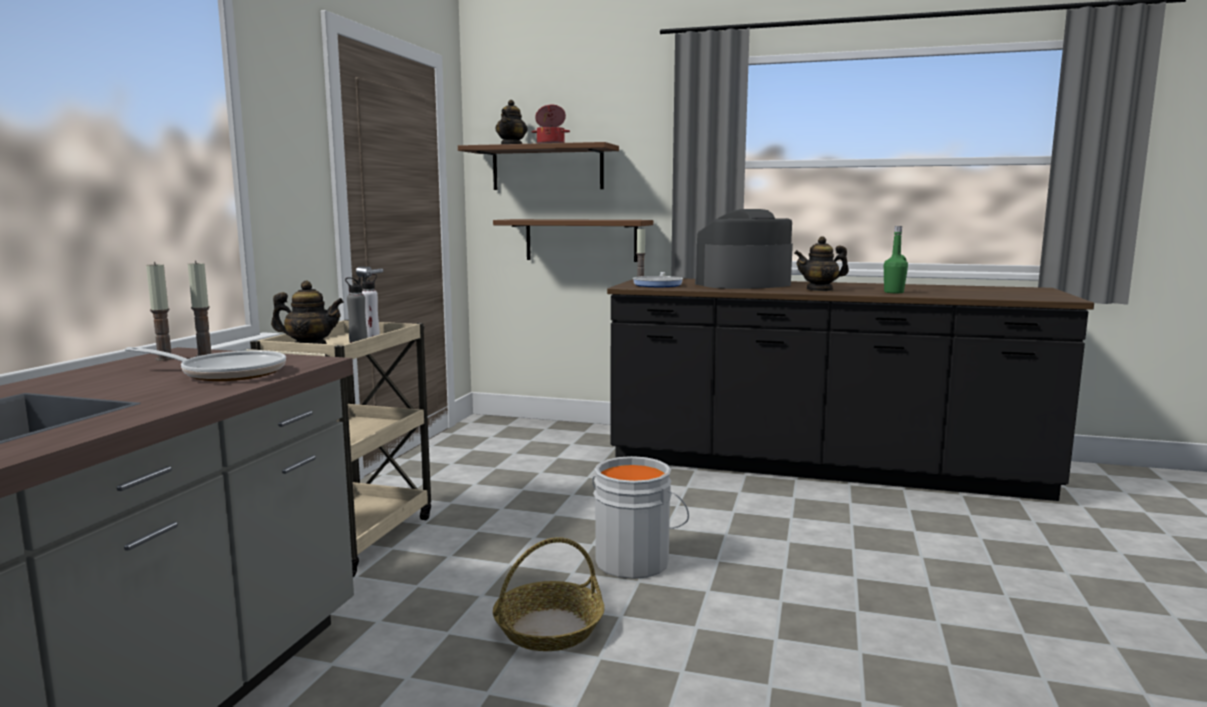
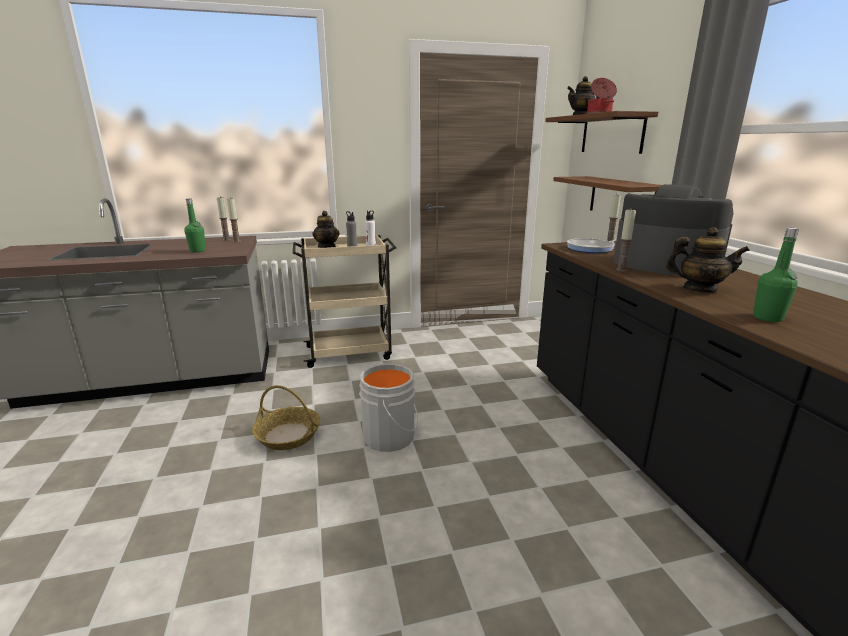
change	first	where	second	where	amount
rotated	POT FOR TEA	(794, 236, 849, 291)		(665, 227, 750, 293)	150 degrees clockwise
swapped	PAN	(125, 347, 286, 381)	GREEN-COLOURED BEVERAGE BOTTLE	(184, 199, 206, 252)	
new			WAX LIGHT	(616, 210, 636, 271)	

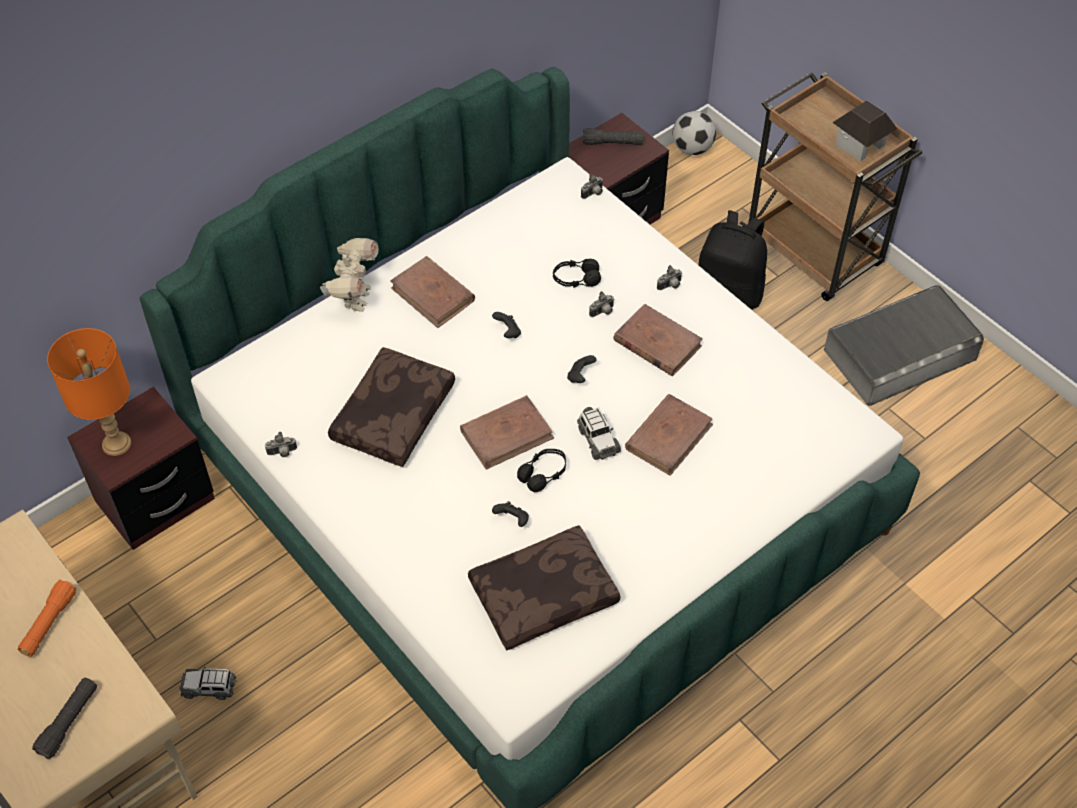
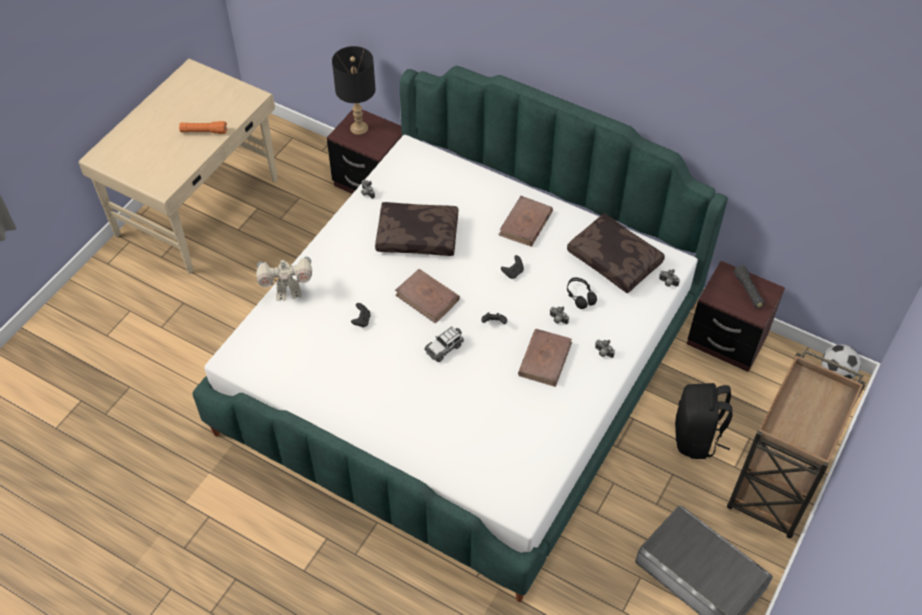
change	first	where	second	where	amount
gone	MODEL HOUSE	(833, 101, 897, 162)			
shifted	MODEL ROBOT	(320, 238, 379, 312)		(256, 257, 312, 301)	
repainted	ORANGE TABLETOP LAMP	(47, 328, 132, 456)	BLACK TABLETOP LAMP	(332, 46, 376, 135)	
gone	BROWN-COLOURED BOOK	(625, 394, 713, 476)			
gone	BLACK HEADPHONES	(517, 449, 566, 492)			
shifted	BROWN-COLOURED THROW PILLOW	(468, 525, 621, 650)		(567, 213, 665, 293)	
gone	MINIATURE CAR	(179, 667, 237, 700)			
gone	BLACK HAND TORCH	(32, 678, 97, 759)			

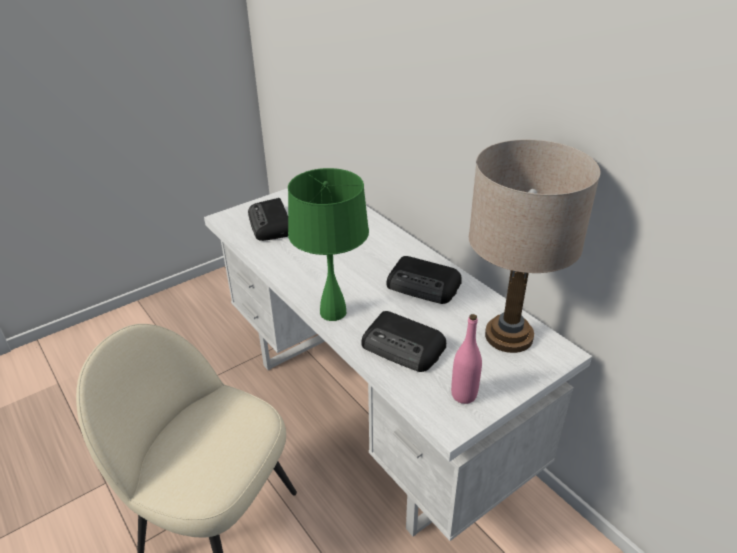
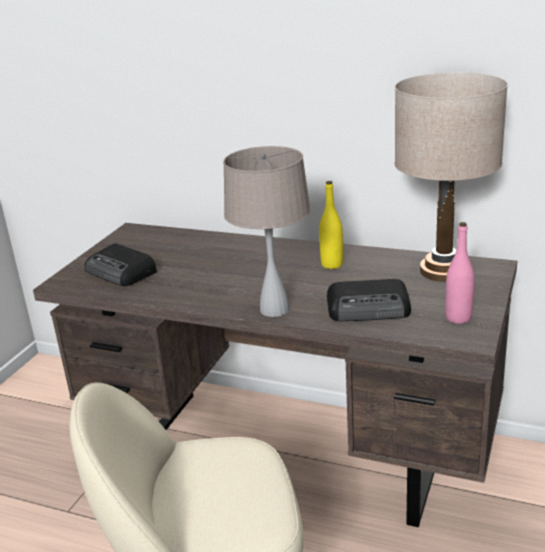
change	first	where	second	where	amount
repainted	GREEN-COLOURED TABLETOP LAMP	(288, 168, 369, 321)	BEIGE-COLOURED TABLETOP LAMP	(223, 146, 310, 317)	
repainted	WHITE DESK UNIT	(204, 188, 592, 541)	BROWN-COLOURED DESK UNIT	(33, 223, 517, 527)	
swapped	RADIO RECEIVER	(386, 256, 462, 304)	YELLOW BEVERAGE BOTTLE	(319, 181, 343, 269)	

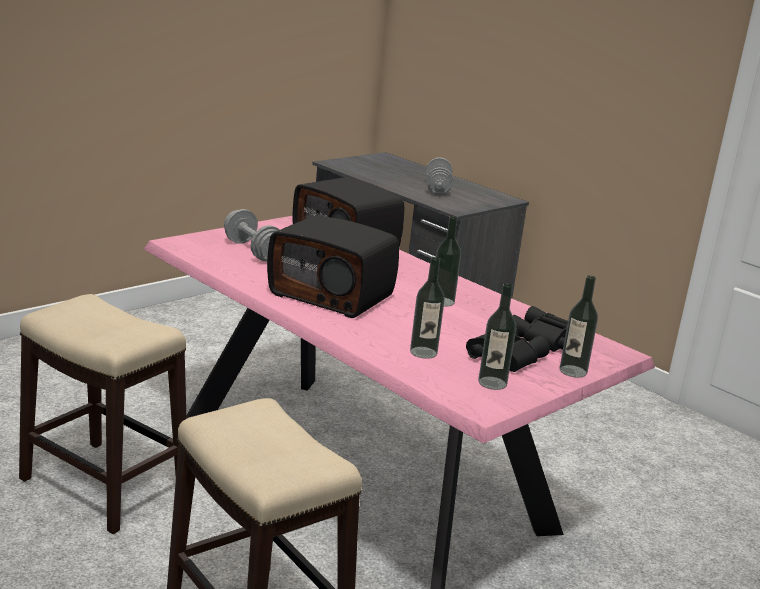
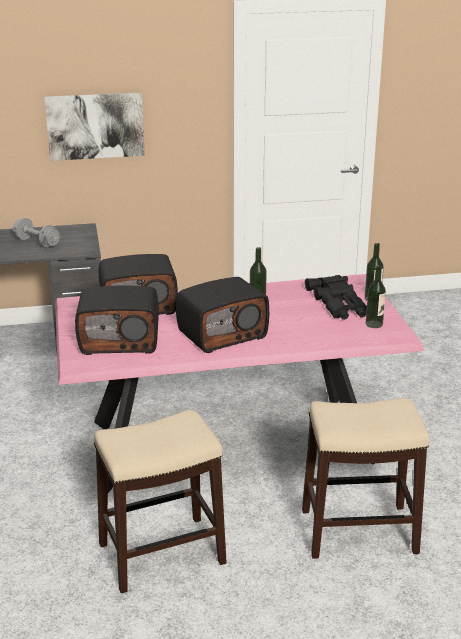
change	first	where	second	where	amount
swapped	GRAY DUMBBELL	(224, 209, 279, 261)	RADIO RECEIVER	(75, 286, 159, 355)	
gone	BEVERAGE BOTTLE	(410, 257, 445, 359)			
new			PICTURE	(44, 92, 145, 161)	

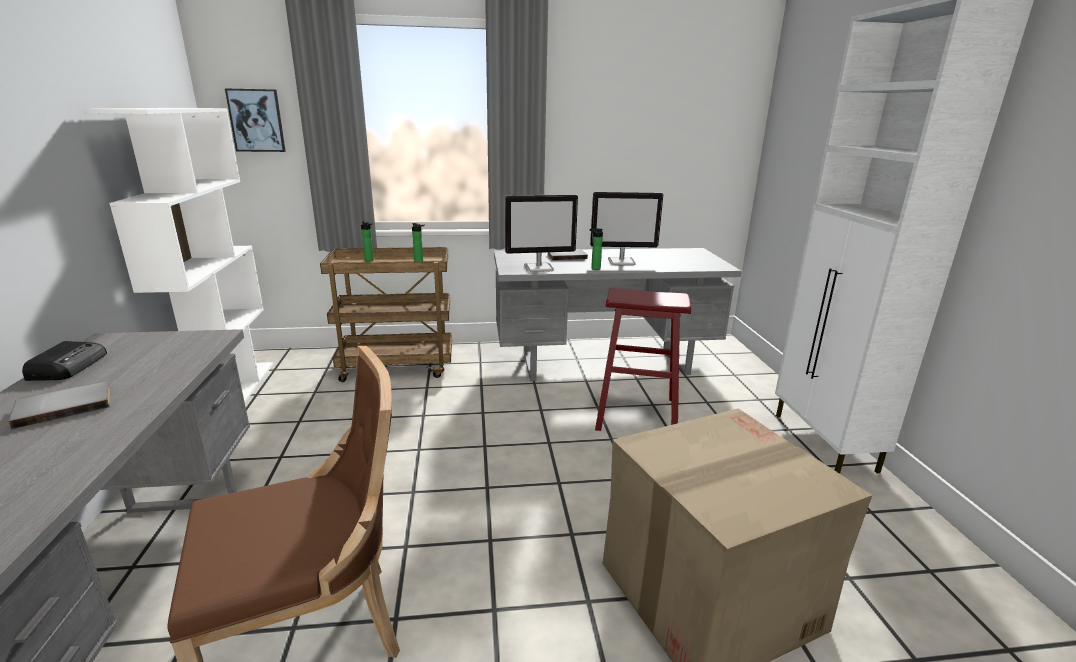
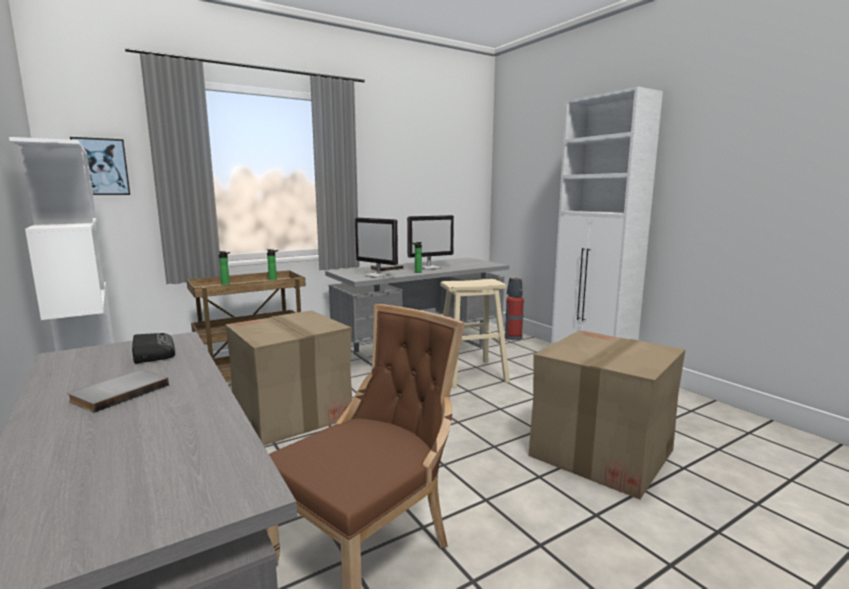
change	first	where	second	where	amount
rotated	COMPUTER DISPLAY	(505, 194, 578, 272)		(355, 218, 398, 278)	75 degrees clockwise
repainted	RED SITTING STOOL	(595, 288, 691, 431)	BEIGE-COLOURED SITTING STOOL	(440, 279, 510, 388)	
shifted	RADIO RECEIVER	(22, 341, 107, 381)		(132, 333, 175, 364)	
new			FIRE EXTINGUISHER	(505, 277, 524, 340)	
new			CARDBOARD BOX	(225, 310, 352, 446)	

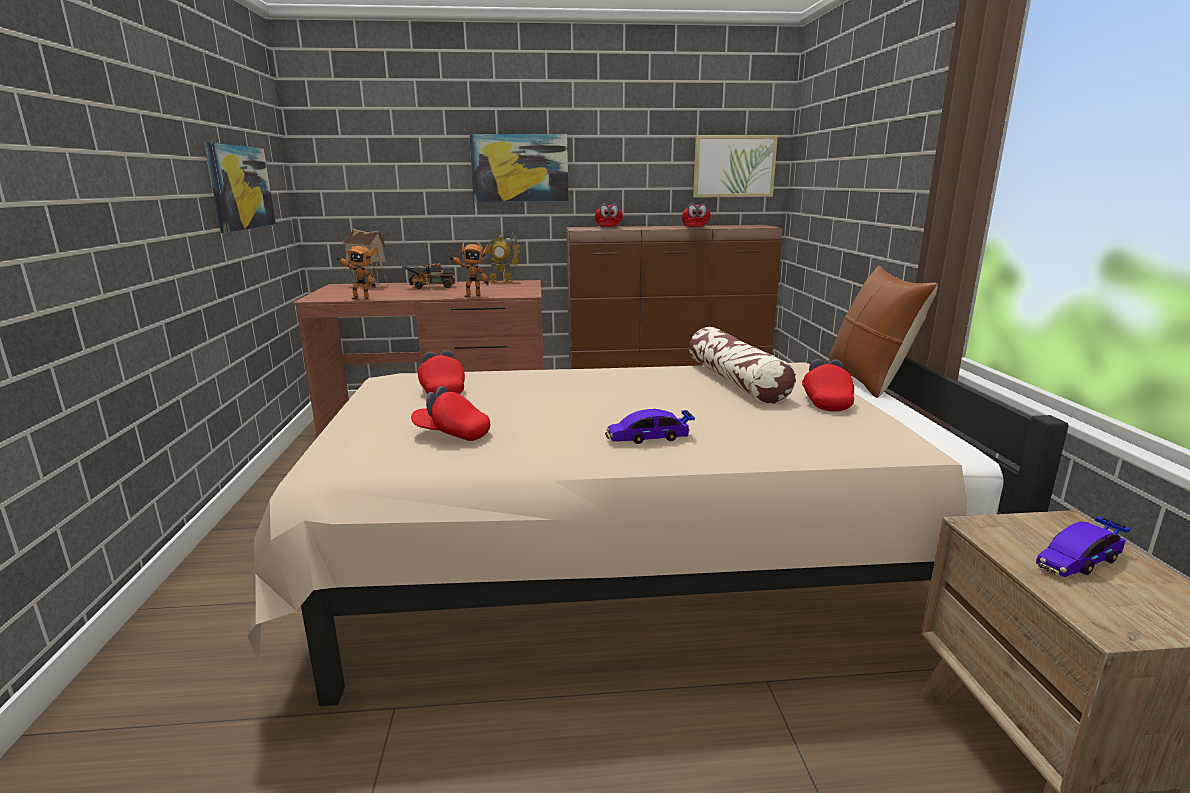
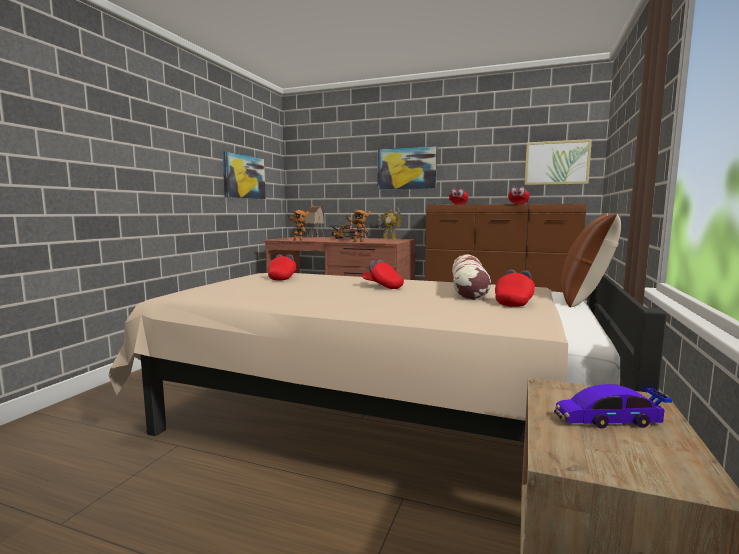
change	first	where	second	where	amount
shifted	RED PEAKED CAP	(411, 386, 490, 441)		(362, 260, 404, 289)	
gone	MINIATURE CAR	(605, 409, 695, 444)			

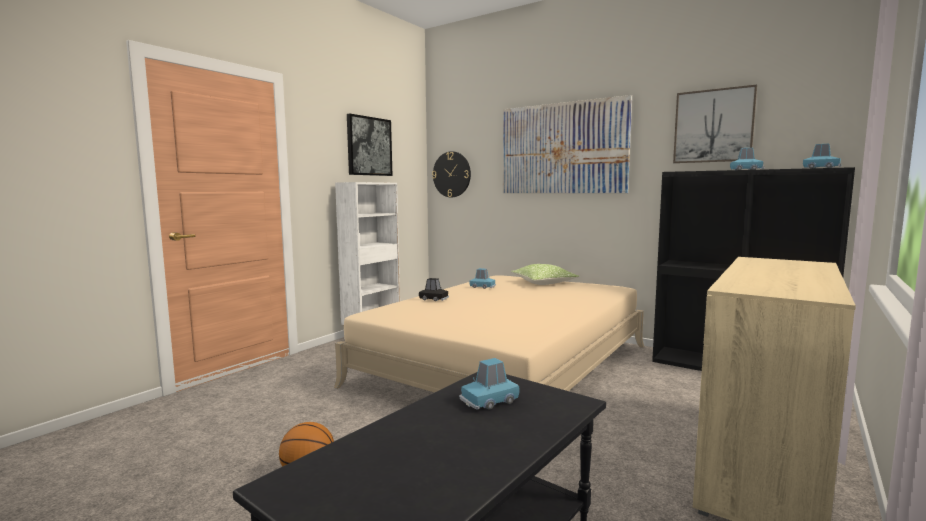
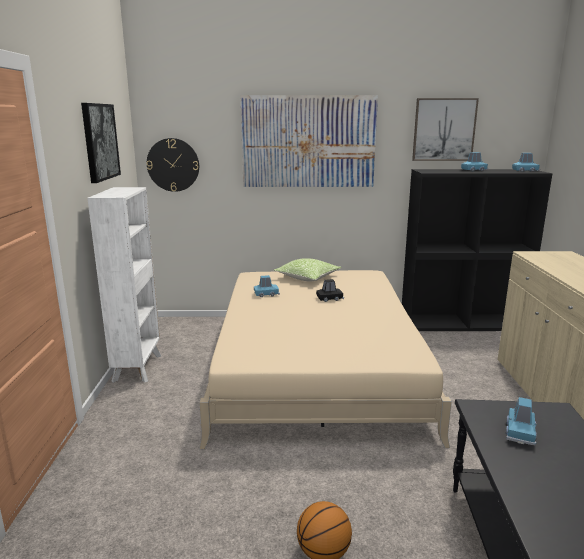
change	first	where	second	where	amount
shifted	BLACK MINIATURE CAR	(419, 278, 449, 301)		(316, 279, 344, 302)	

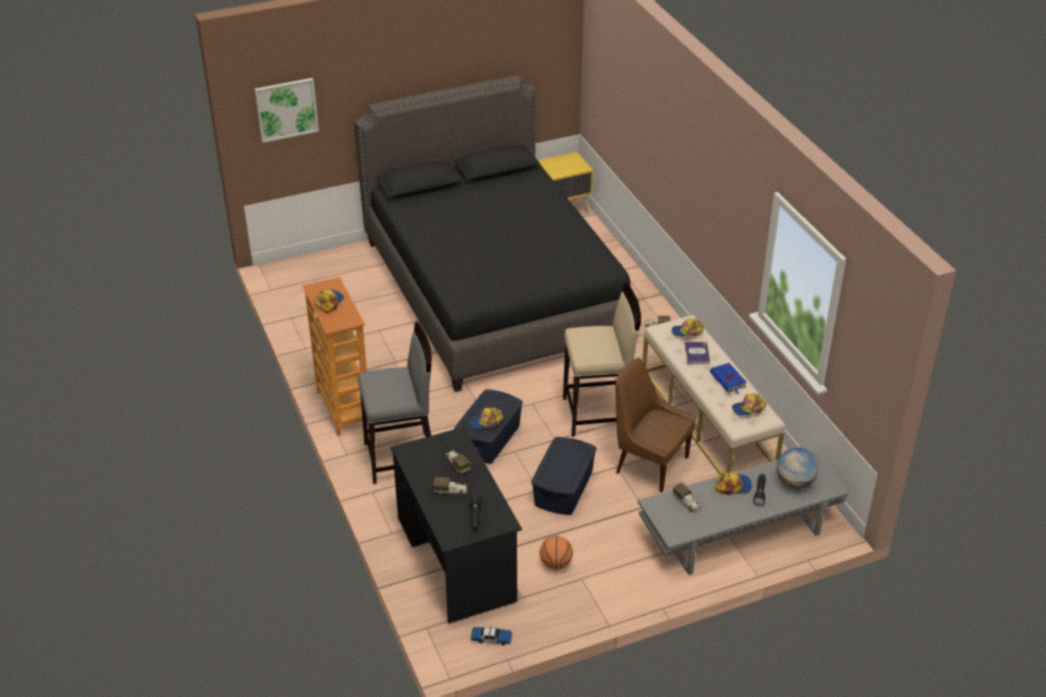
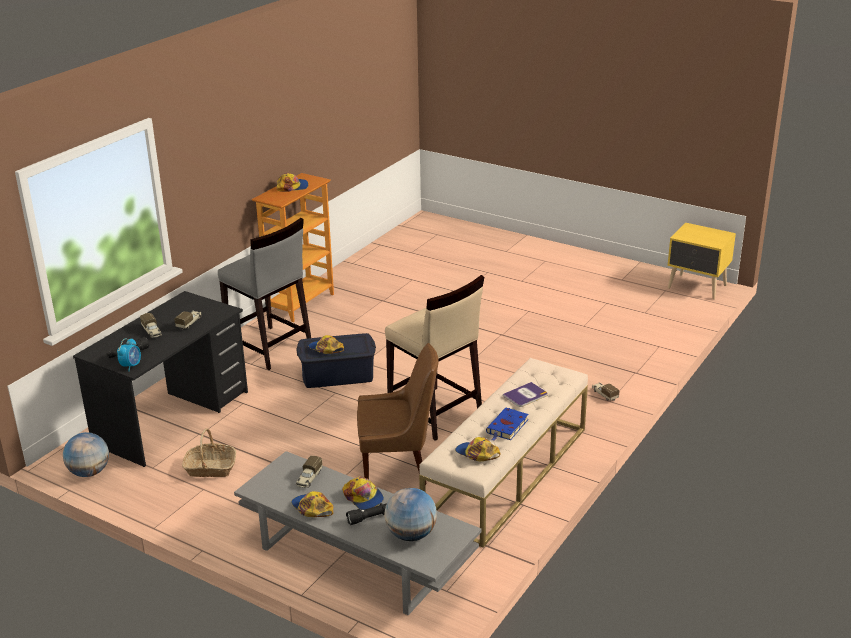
change	first	where	second	where	amount
gone	BLACK BEDROOM BED	(354, 75, 639, 392)			
gone	PICTURE	(255, 78, 319, 143)			
shifted	PEAKED CAP	(672, 318, 704, 337)		(291, 491, 333, 517)	
rotated	BROWN-COLOURED PLAIN CHAIR	(616, 358, 696, 492)		(357, 343, 439, 485)	90 degrees clockwise
gone	BLUISH STORAGE BIN	(531, 437, 596, 515)			
swapped	BASKETBALL BALL	(540, 536, 573, 569)	HOUSEHOLD BASKET	(182, 428, 236, 477)	
swapped	MINIATURE CAR	(471, 627, 512, 645)	DESK GLOBE	(63, 432, 109, 477)	
new			ALARM CLOCK	(117, 338, 141, 371)	

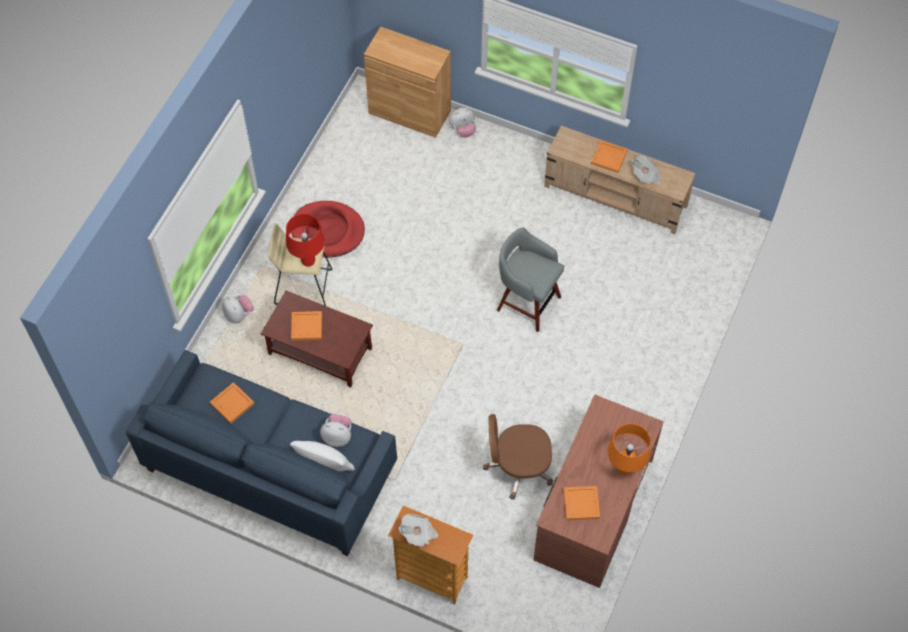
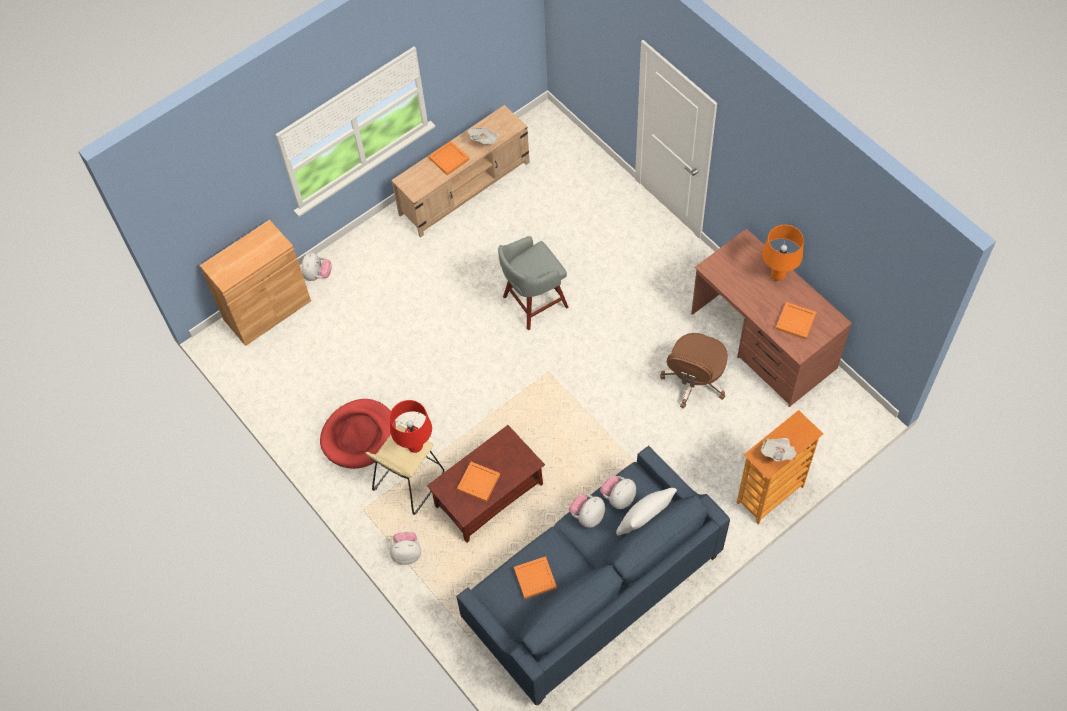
change	first	where	second	where	amount
new			PLUSH TOY	(569, 494, 605, 528)	

